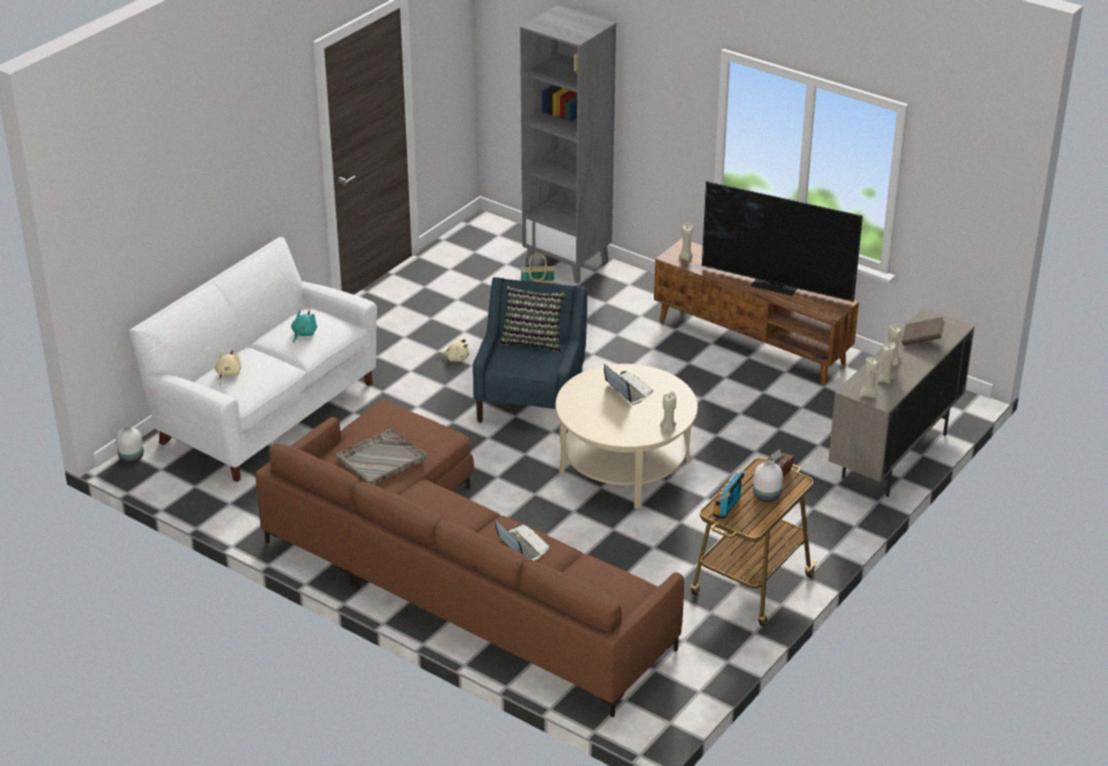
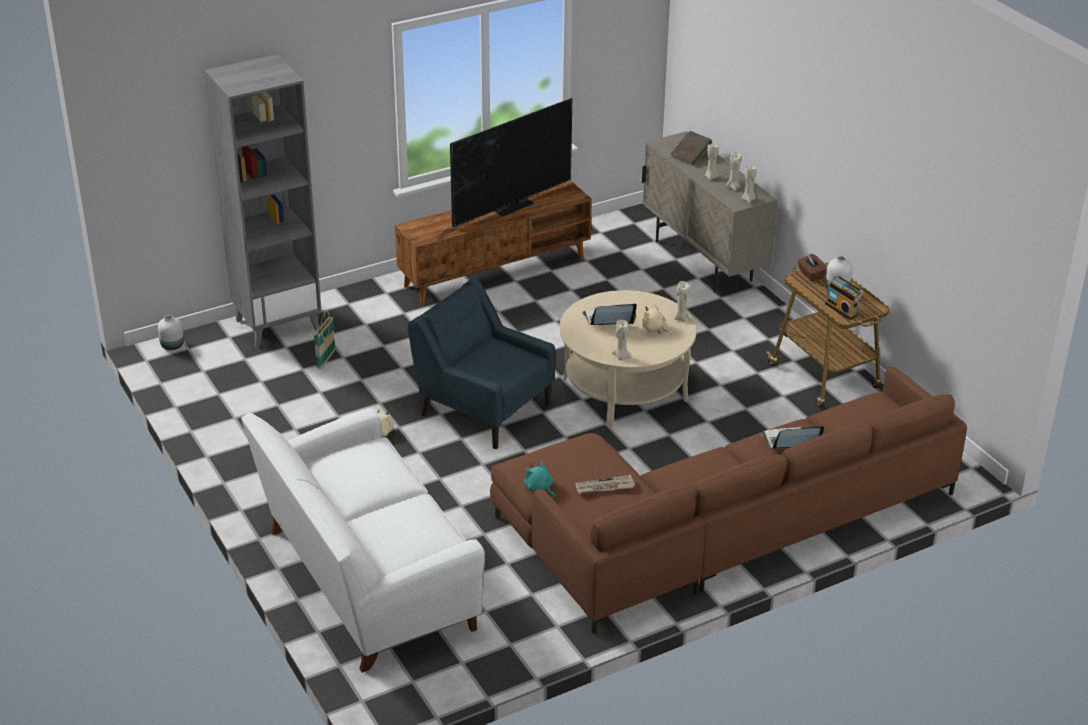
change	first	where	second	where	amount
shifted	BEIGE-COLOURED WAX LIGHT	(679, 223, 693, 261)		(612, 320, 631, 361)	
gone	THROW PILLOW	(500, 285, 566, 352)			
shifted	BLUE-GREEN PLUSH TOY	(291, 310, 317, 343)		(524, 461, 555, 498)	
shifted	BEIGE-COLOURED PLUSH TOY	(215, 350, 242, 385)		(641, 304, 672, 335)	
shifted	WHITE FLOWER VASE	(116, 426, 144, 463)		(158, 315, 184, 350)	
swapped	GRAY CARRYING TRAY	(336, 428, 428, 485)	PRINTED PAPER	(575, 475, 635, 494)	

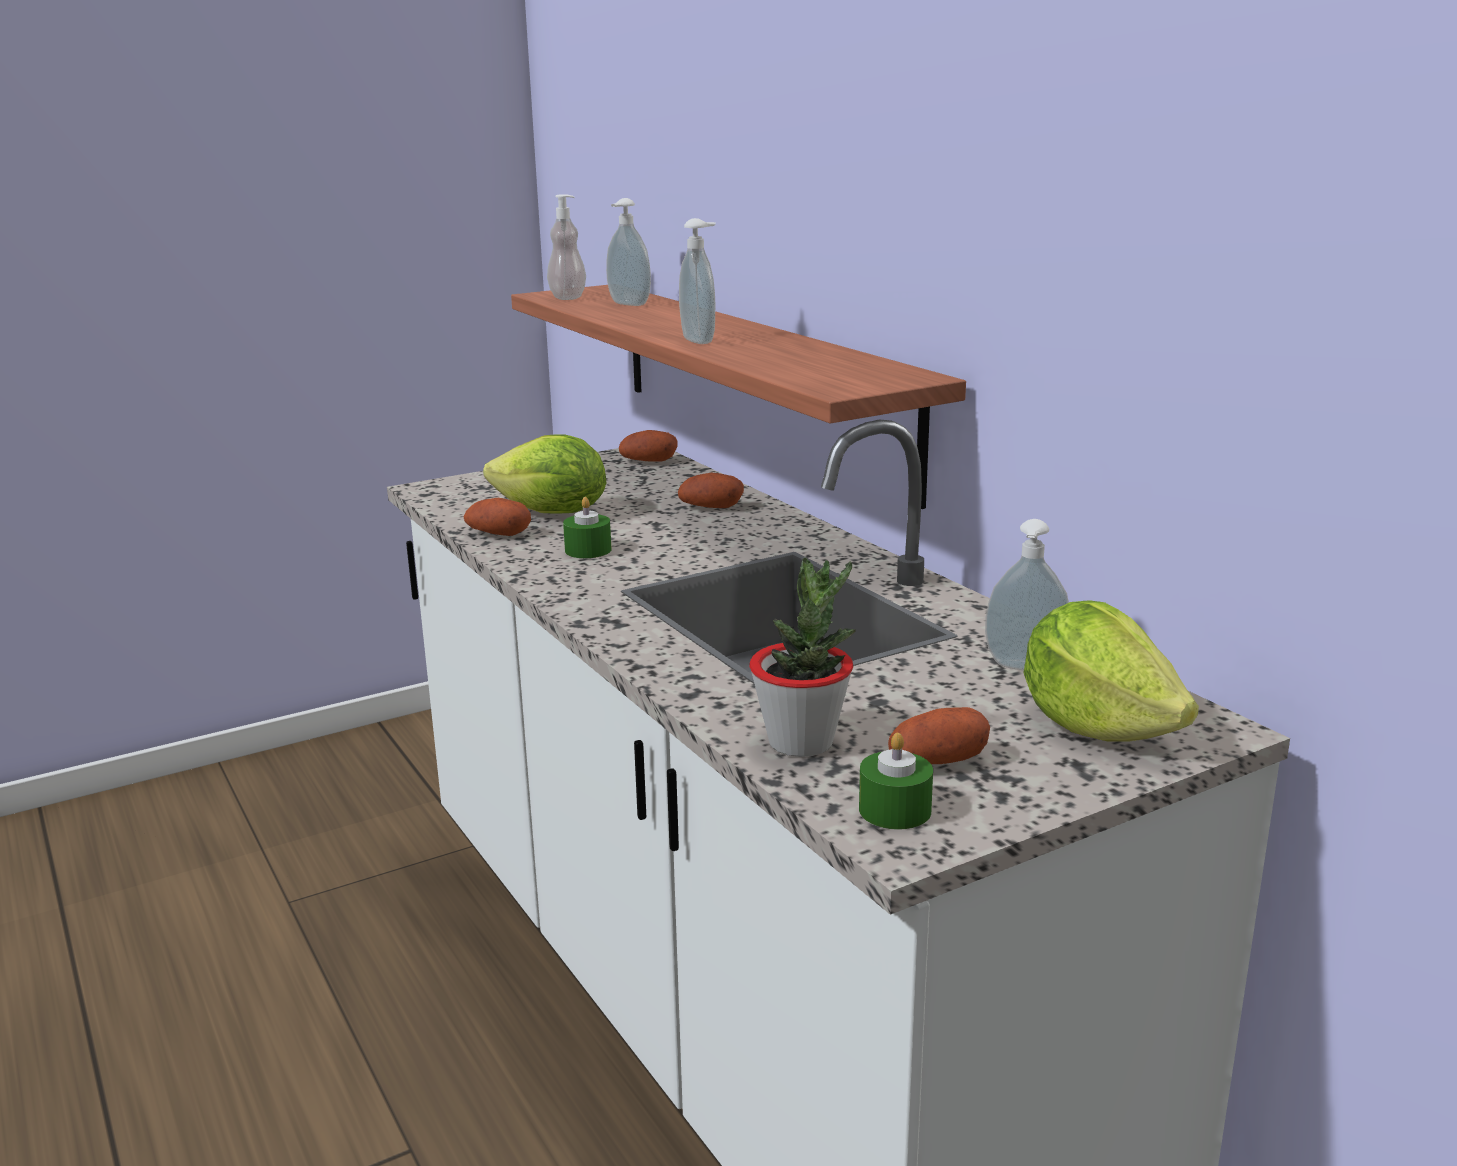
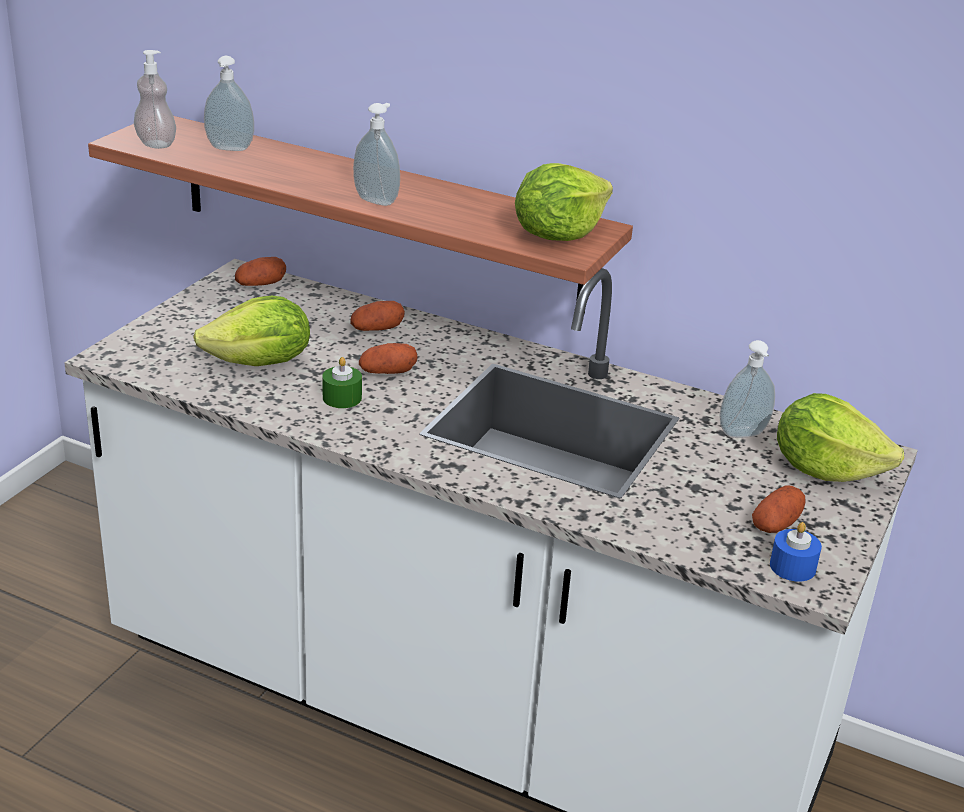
change	first	where	second	where	amount
shifted	WHOLE POTATO	(464, 498, 531, 536)		(359, 343, 418, 374)	
gone	POTTED PLANT	(749, 558, 856, 757)			
repainted	GREEN-COLOURED WAX LIGHT	(859, 733, 933, 830)	BLUISH WAX LIGHT	(770, 522, 822, 582)	
new			LETTUCE HEAD	(515, 163, 613, 241)	

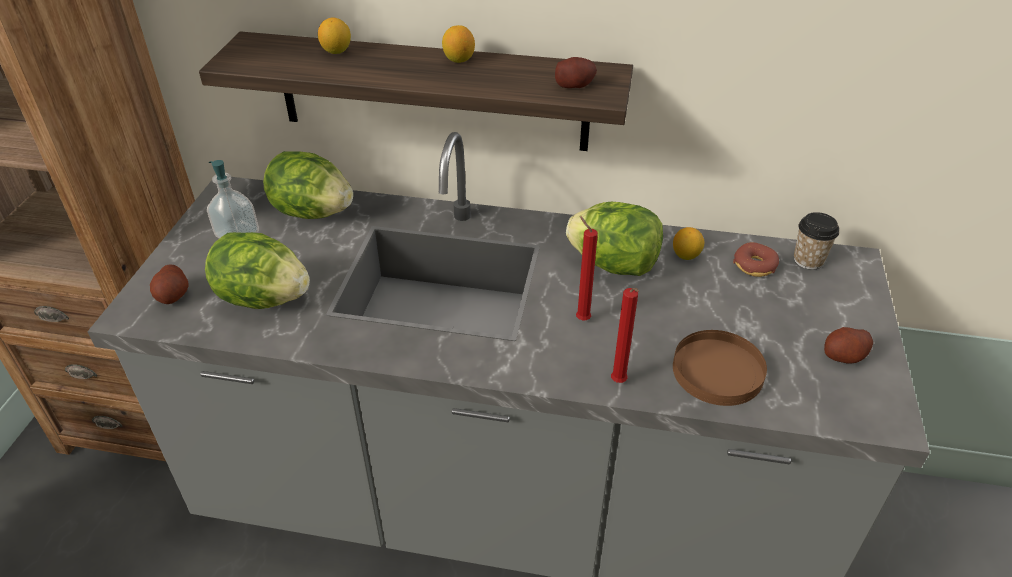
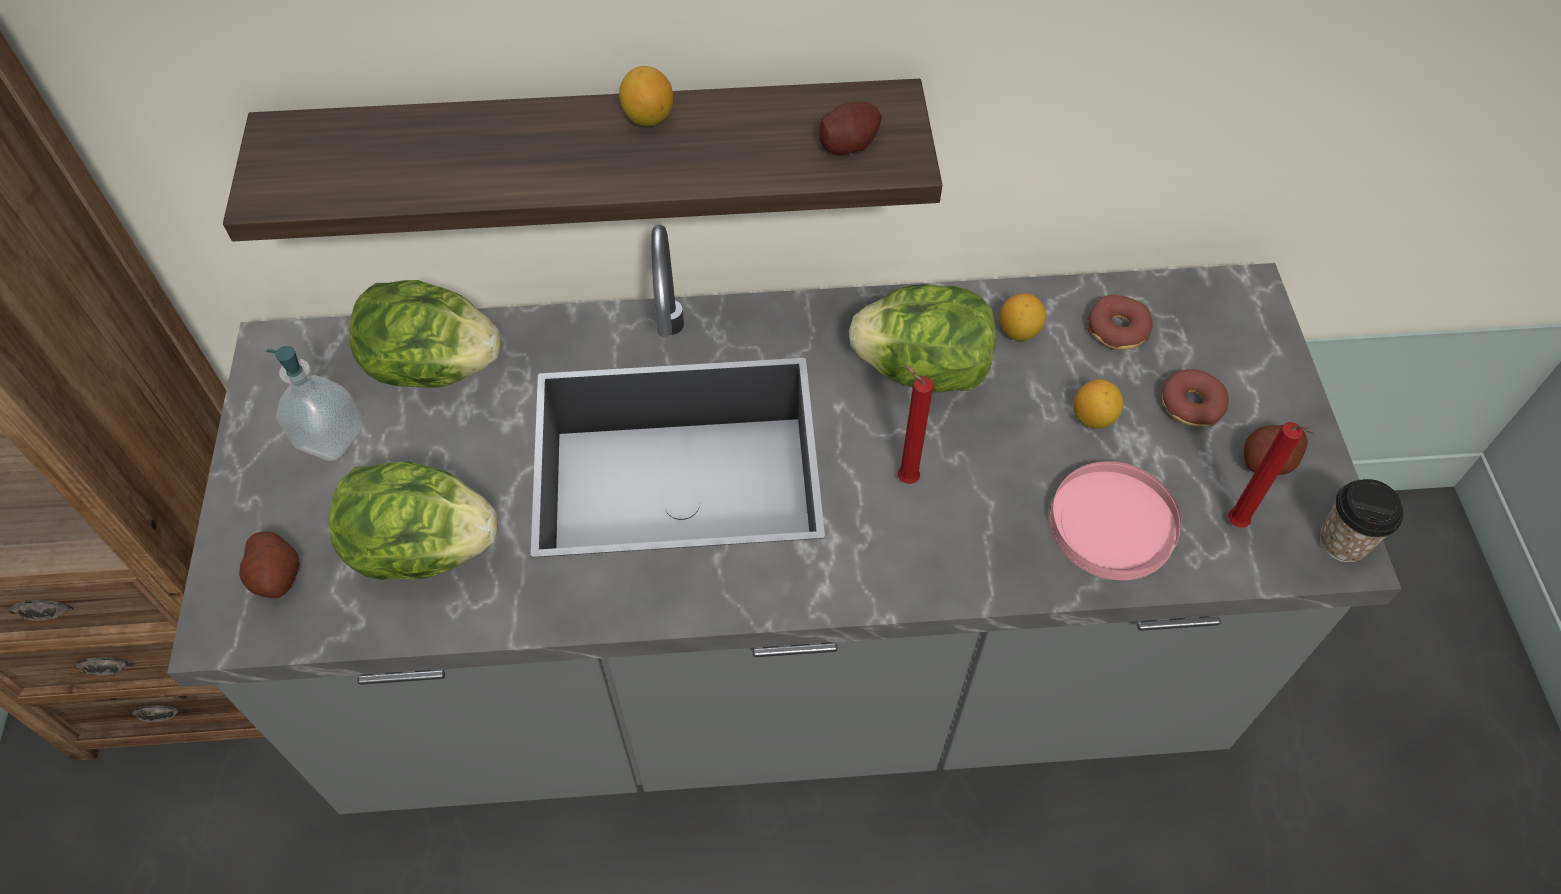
change	first	where	second	where	amount
shifted	LEMON	(318, 18, 351, 54)		(1074, 379, 1123, 429)	
shifted	SMALL CUP	(794, 212, 839, 270)		(1320, 479, 1403, 563)	
shifted	RED WAX LIGHT	(611, 288, 639, 383)		(1228, 422, 1316, 528)	
repainted	BROWN-COLOURED DINNER PLATE	(673, 330, 767, 406)	PINK-COLOURED DINNER PLATE	(1050, 461, 1181, 580)	
new			DOUGHNUT	(1162, 369, 1229, 426)	

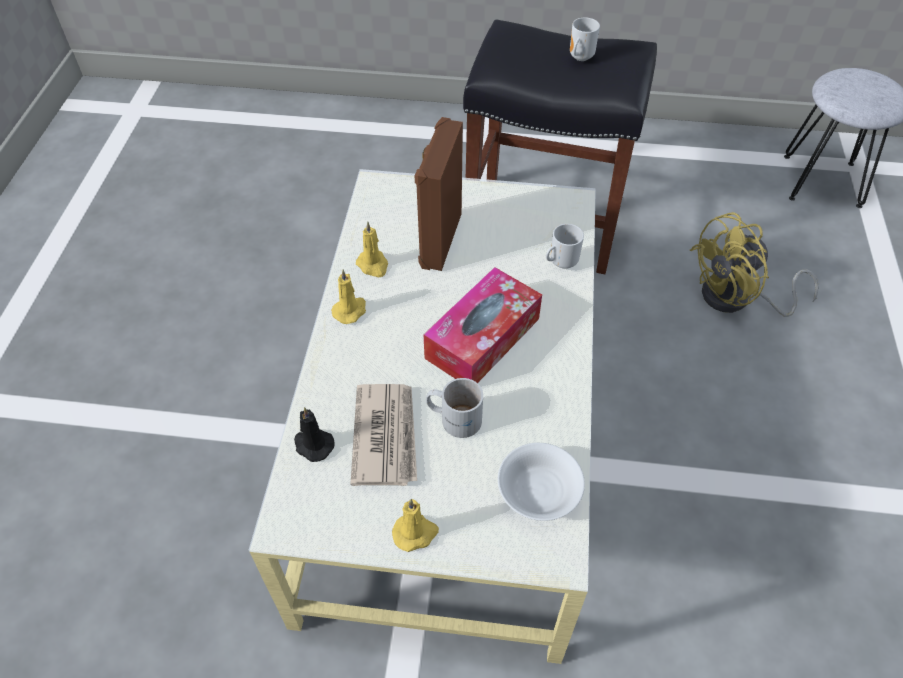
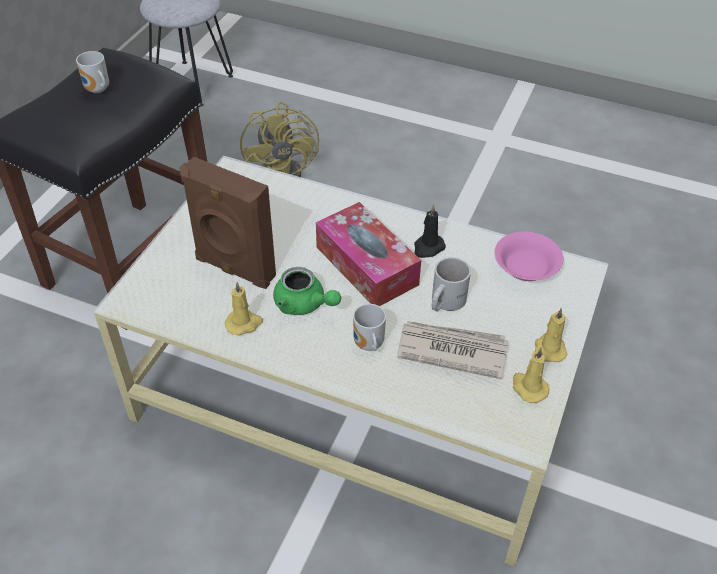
change	first	where	second	where	amount
shifted	COFFEE MUG	(546, 224, 584, 269)		(353, 304, 386, 351)	
shifted	YELLOW WAX LIGHT	(331, 269, 366, 324)		(513, 347, 549, 403)	
shifted	BLACK WAX LIGHT	(294, 407, 335, 462)		(414, 204, 446, 258)	
repainted	WHITE BOWL	(498, 443, 585, 521)	PINK-COLOURED BOWL	(494, 231, 563, 281)	
new			GREEN-COLOURED POT FOR TEA	(273, 267, 341, 315)	

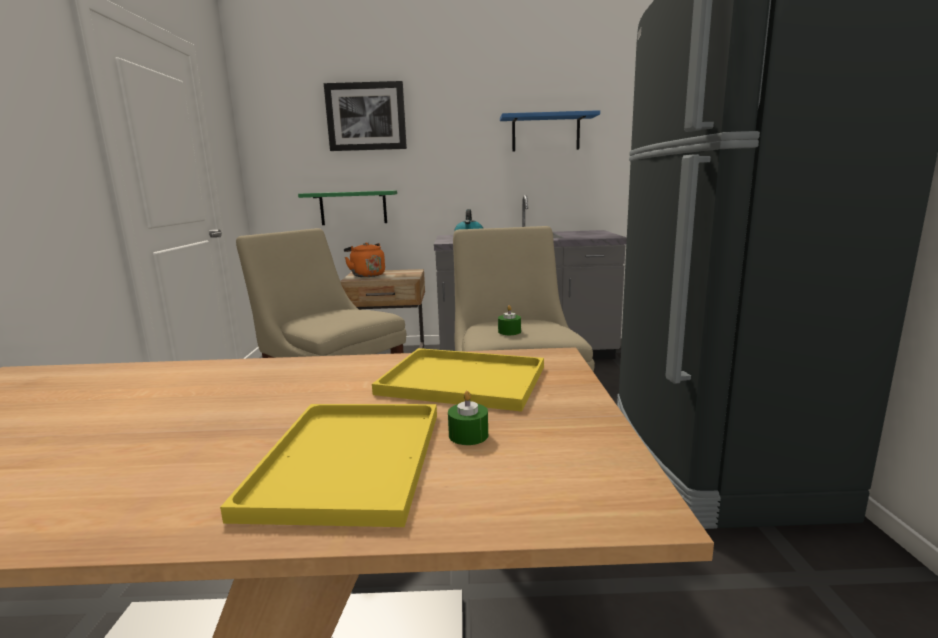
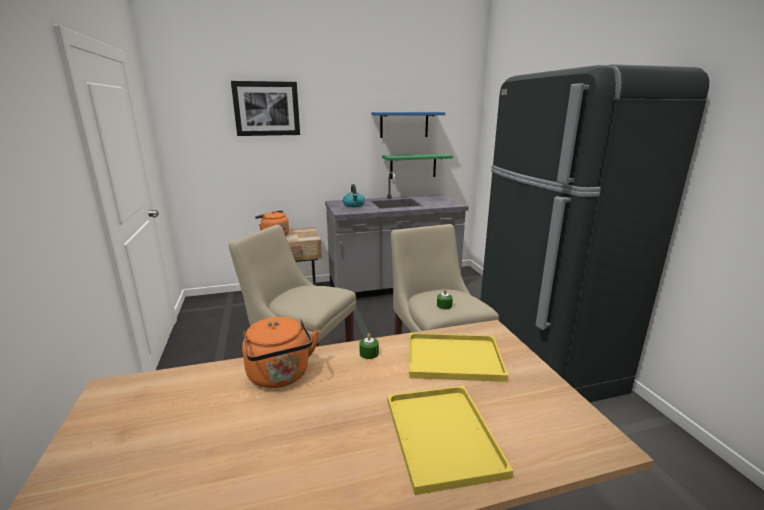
change	first	where	second	where	amount
shifted	GREEN-COLOURED BRACKET SHELF	(298, 190, 397, 225)		(382, 153, 453, 179)	
shifted	GREEN-COLOURED WAX LIGHT	(448, 391, 488, 445)		(359, 333, 379, 359)	
new			ORANGE WATER KETTLE	(242, 317, 319, 388)	

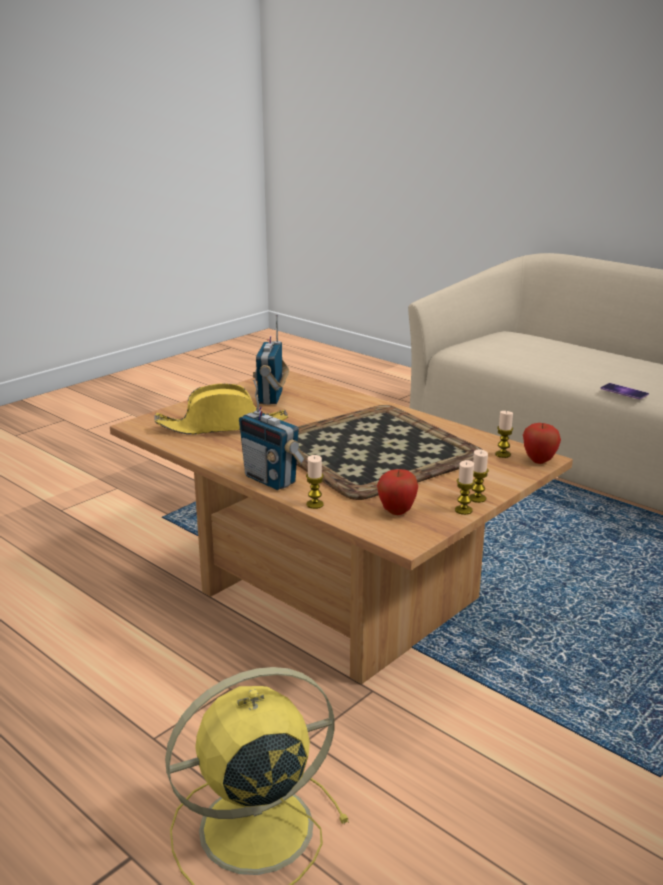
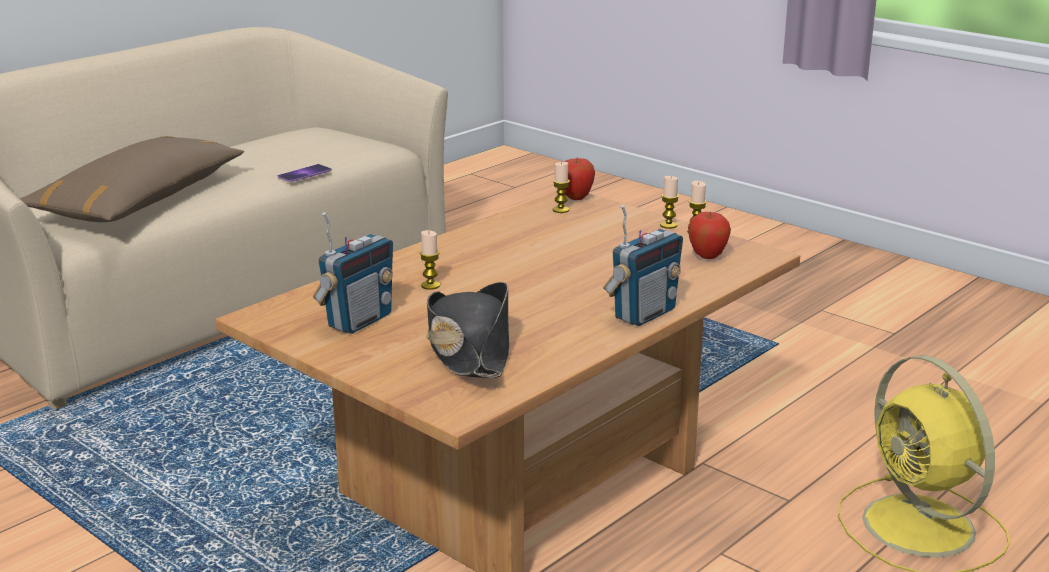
change	first	where	second	where	amount
rotated	RADIO RECEIVER	(253, 315, 289, 405)		(313, 212, 393, 334)	60 degrees counterclockwise
repainted	YELLOW CLOTHING HAT	(154, 383, 288, 435)	BLACK CLOTHING HAT	(427, 282, 509, 378)	
gone	CARRYING TRAY	(297, 405, 483, 500)			
shifted	WAX LIGHT	(306, 455, 324, 509)		(420, 230, 440, 290)	
new			BROWN-COLOURED THROW PILLOW	(20, 136, 244, 222)	

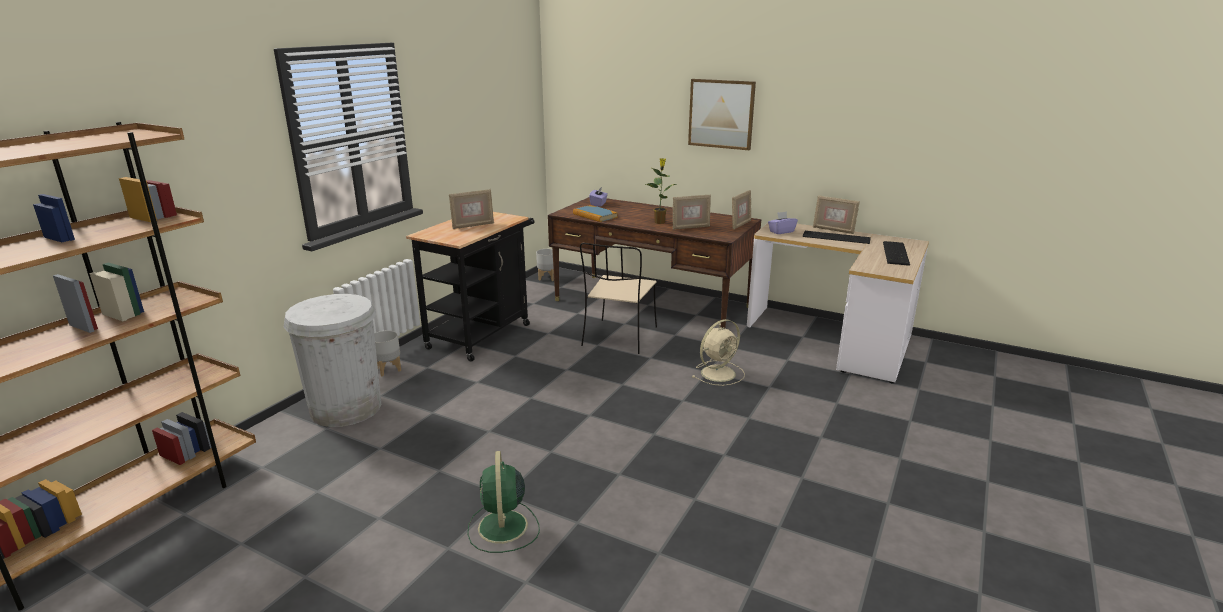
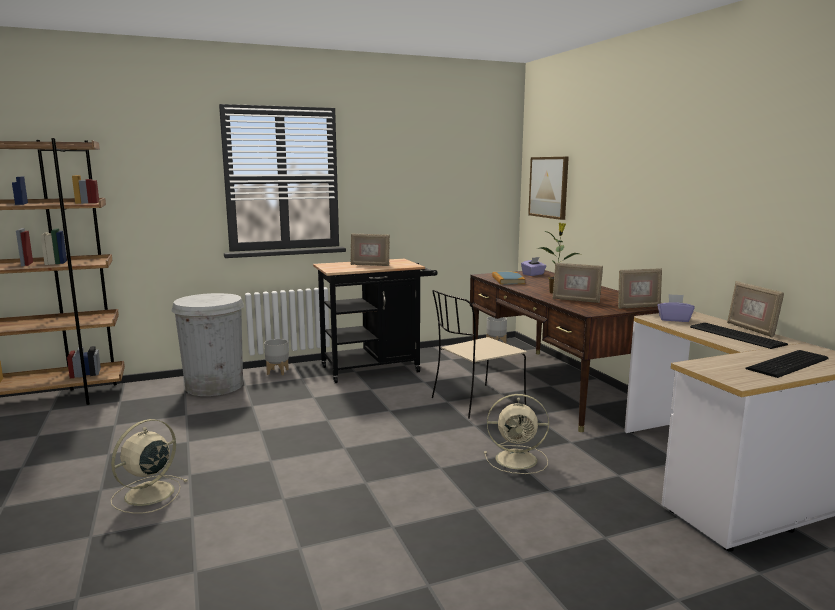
change	first	where	second	where	amount
shifted	PICTURE	(688, 79, 756, 150)		(528, 157, 569, 220)	
repainted	GREEN-COLOURED COOLING FAN	(467, 451, 540, 553)	BEIGE-COLOURED COOLING FAN	(111, 419, 188, 514)	

